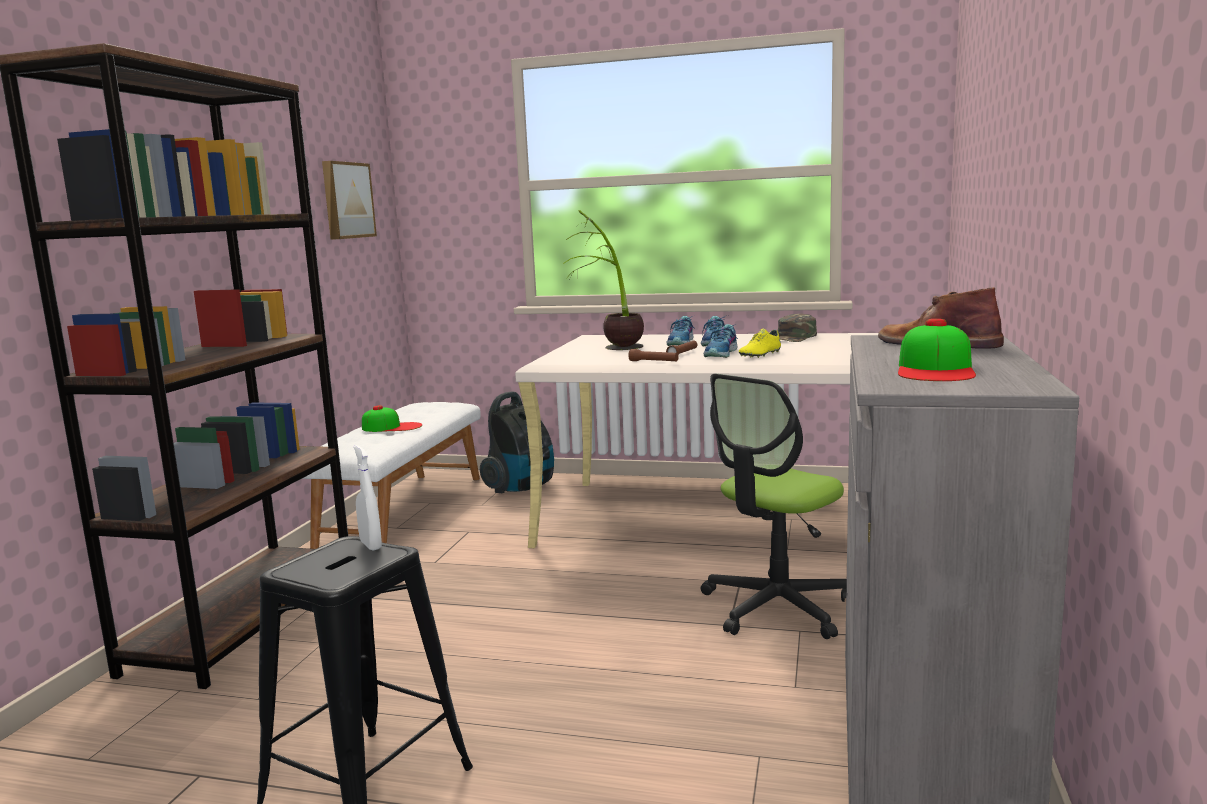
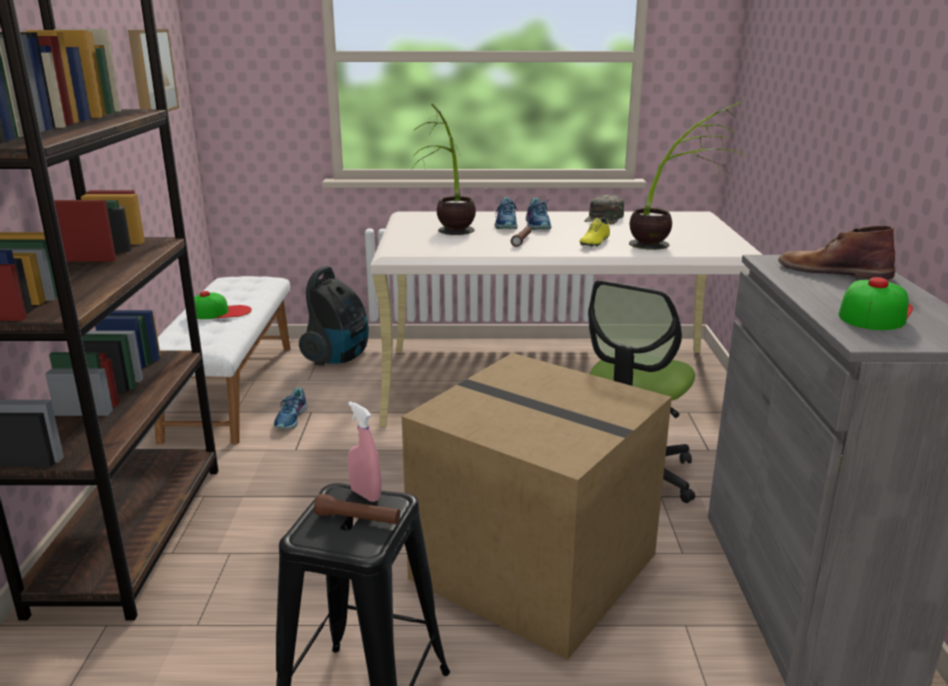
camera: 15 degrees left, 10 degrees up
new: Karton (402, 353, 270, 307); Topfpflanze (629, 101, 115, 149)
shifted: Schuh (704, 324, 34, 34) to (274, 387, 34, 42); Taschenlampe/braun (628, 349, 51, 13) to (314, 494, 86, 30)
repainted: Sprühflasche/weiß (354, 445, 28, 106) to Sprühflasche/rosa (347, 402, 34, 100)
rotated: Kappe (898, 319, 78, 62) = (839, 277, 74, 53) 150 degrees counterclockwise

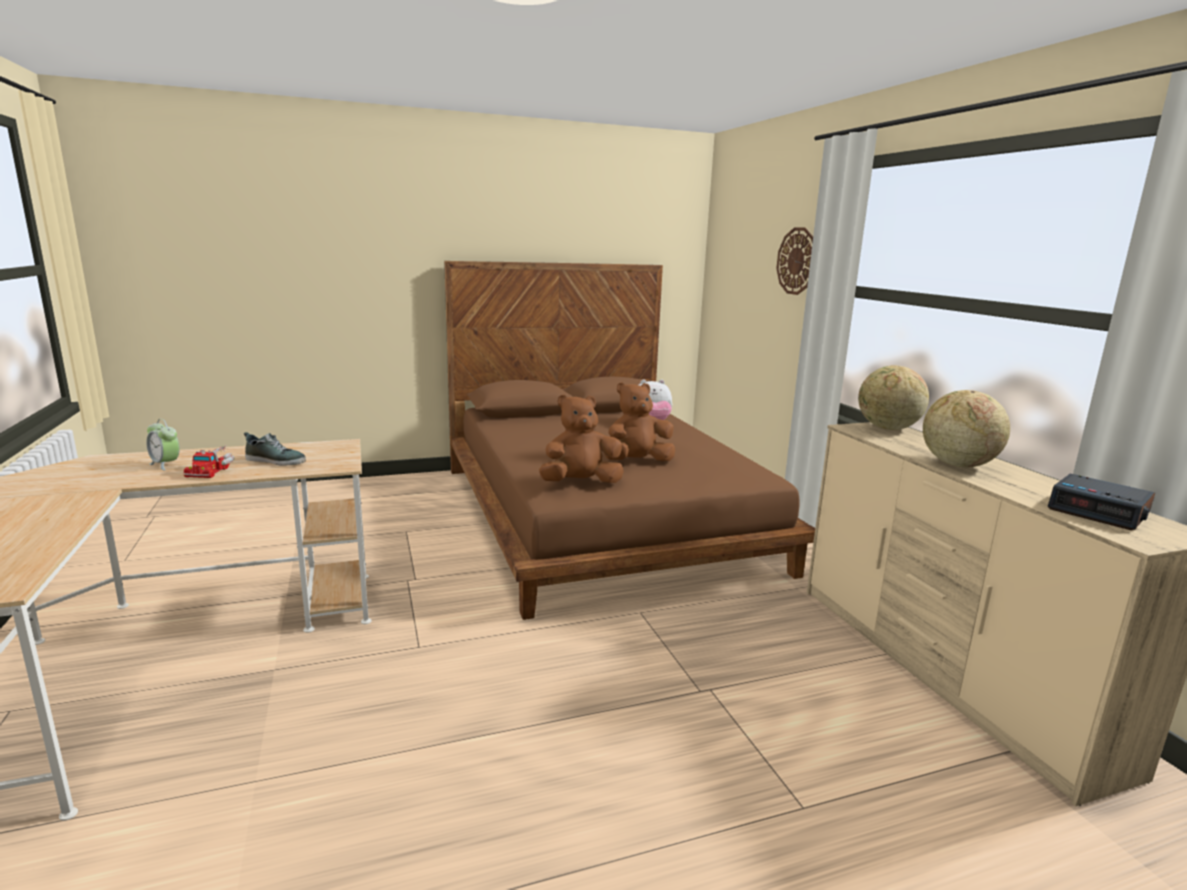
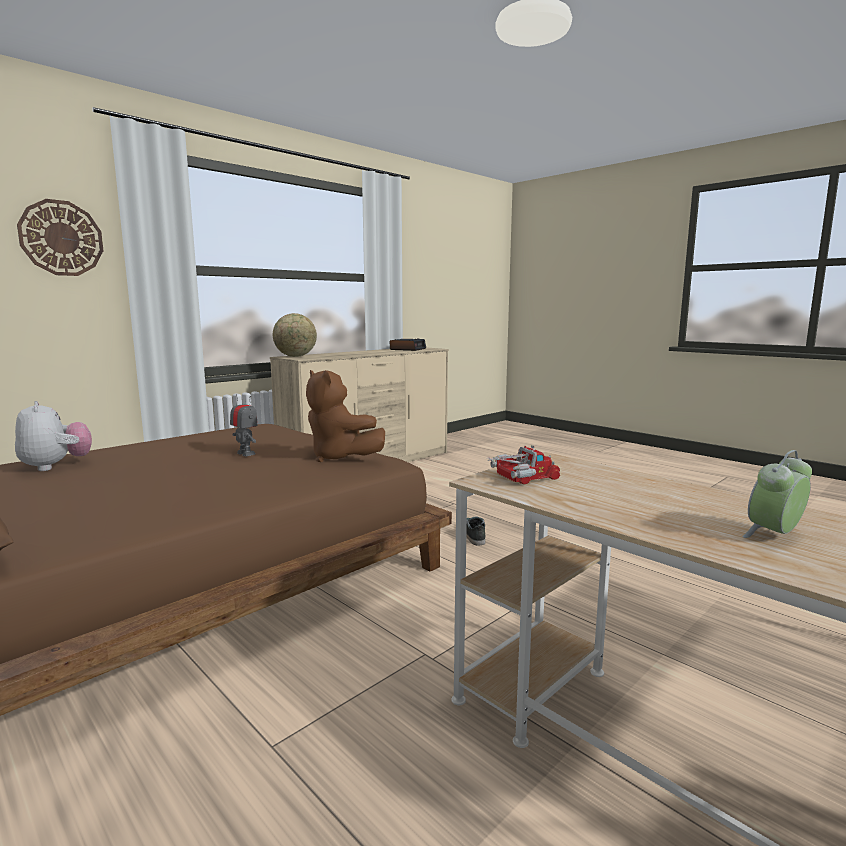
camera: 115 degrees left, 5 degrees down
gone: Globus (923, 390, 87, 78)
shifted: Schuh (244, 432, 62, 33) to (466, 516, 19, 29); Spielzeuglaster (184, 445, 51, 33) to (486, 445, 74, 39)
swapped: Plüschtier/braun (604, 382, 71, 79) to Spielzeugroboter (230, 394, 28, 62)
rotated: Wecker (146, 419, 34, 51) = (742, 450, 70, 88) 135 degrees counterclockwise

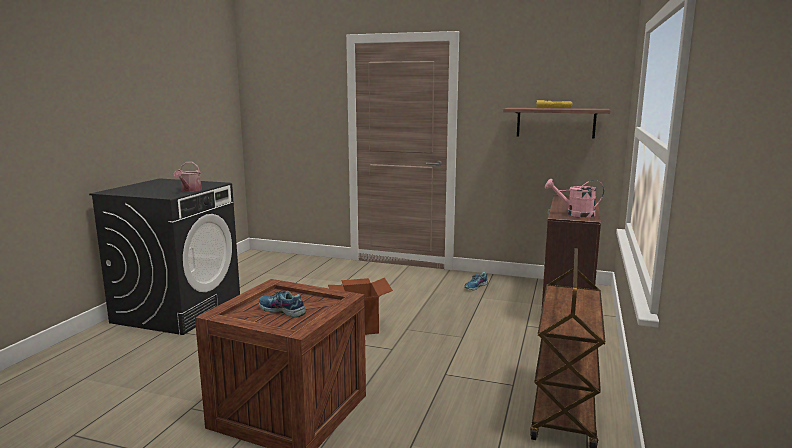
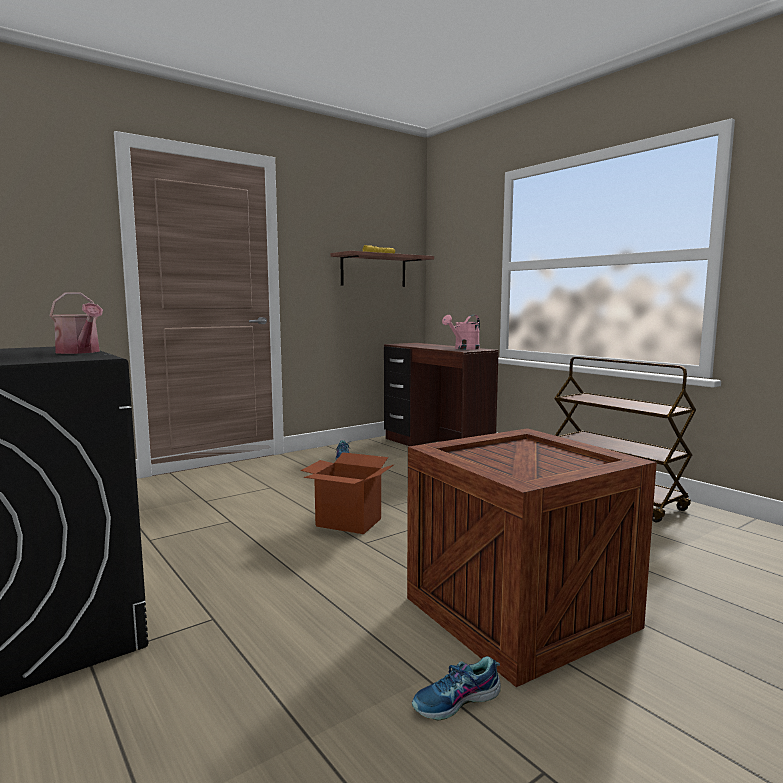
camera: 55 degrees left, 5 degrees down
shifted: Schuh (259, 291, 47, 27) to (412, 656, 89, 65)

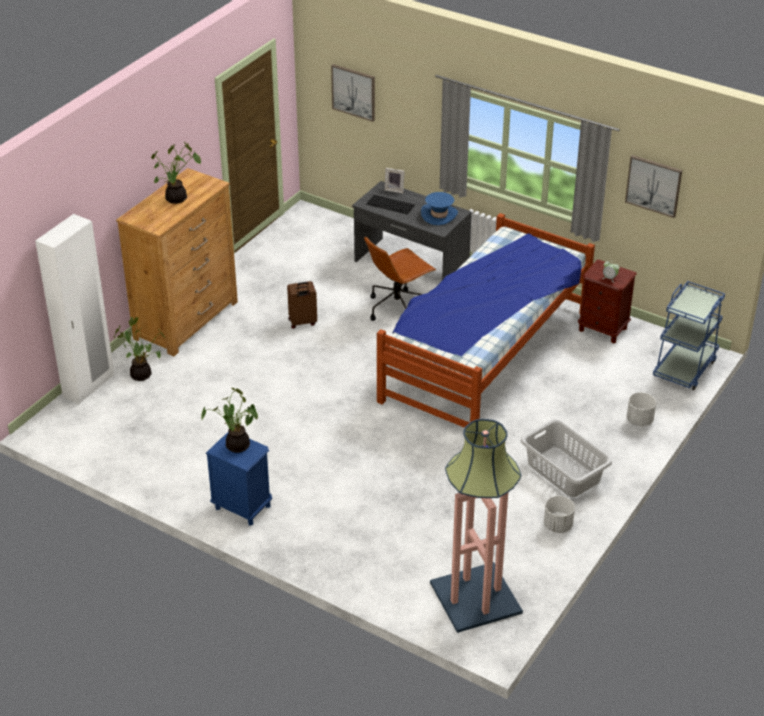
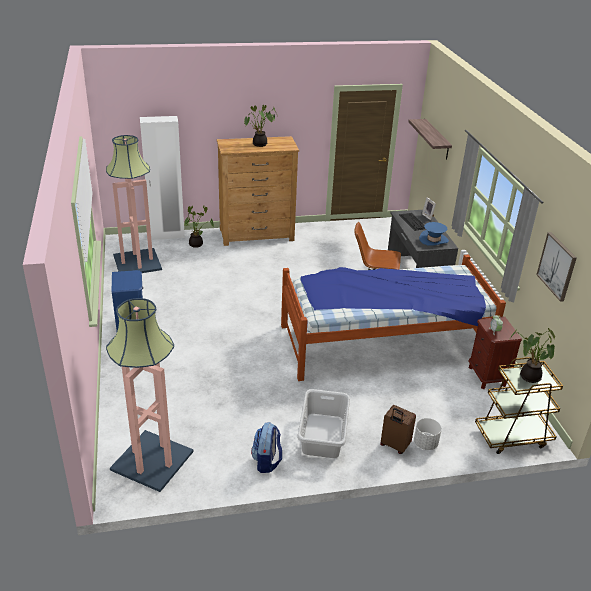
camera: 45 degrees right, 5 degrees down
new: Stehlampe (106, 135, 56, 138)
shifted: Koffer/braun (287, 281, 30, 48) to (380, 405, 36, 49); Topfpflanze (201, 388, 57, 65) to (510, 328, 45, 55)
swapped: Pflanzkübel/weiß (544, 496, 31, 37) to Rucksack (251, 422, 31, 51); Bild (331, 64, 44, 58) to Wandregal (408, 119, 44, 41)
repainted: Rollwagen/blau (653, 281, 72, 109) to Rollwagen/braun (475, 357, 88, 97)

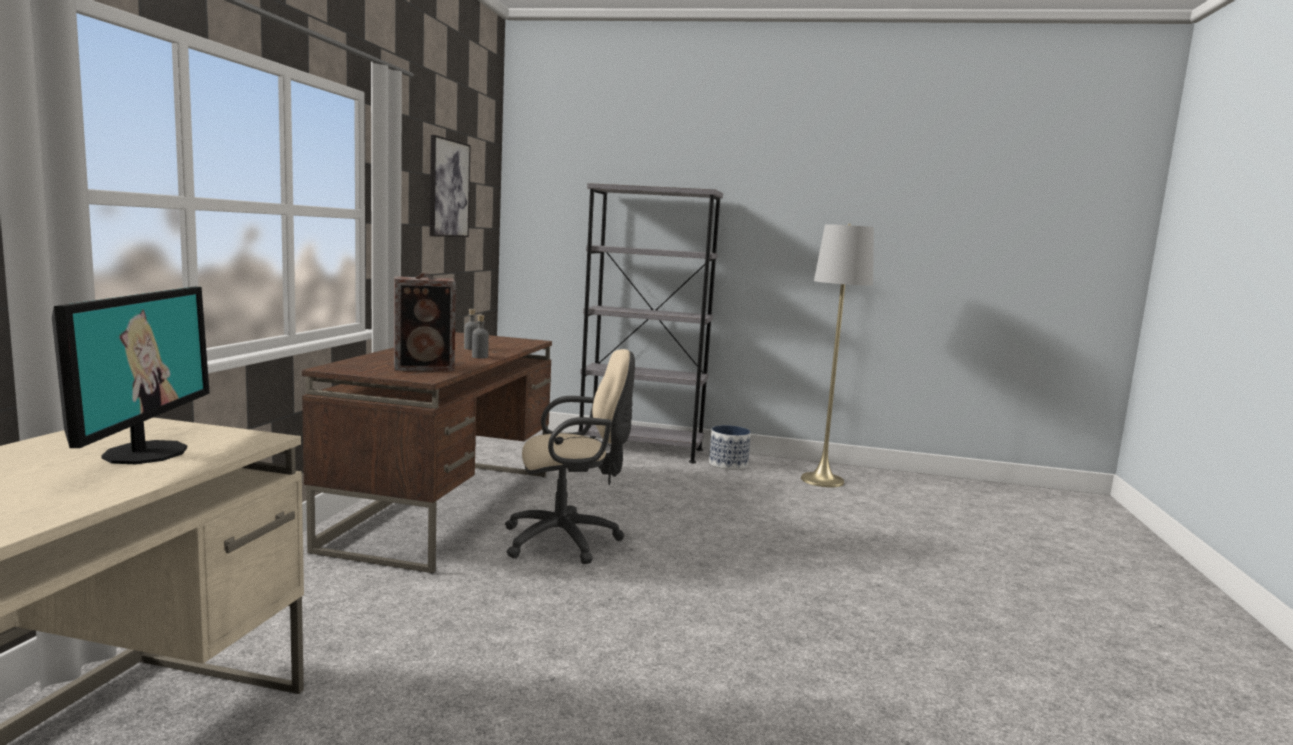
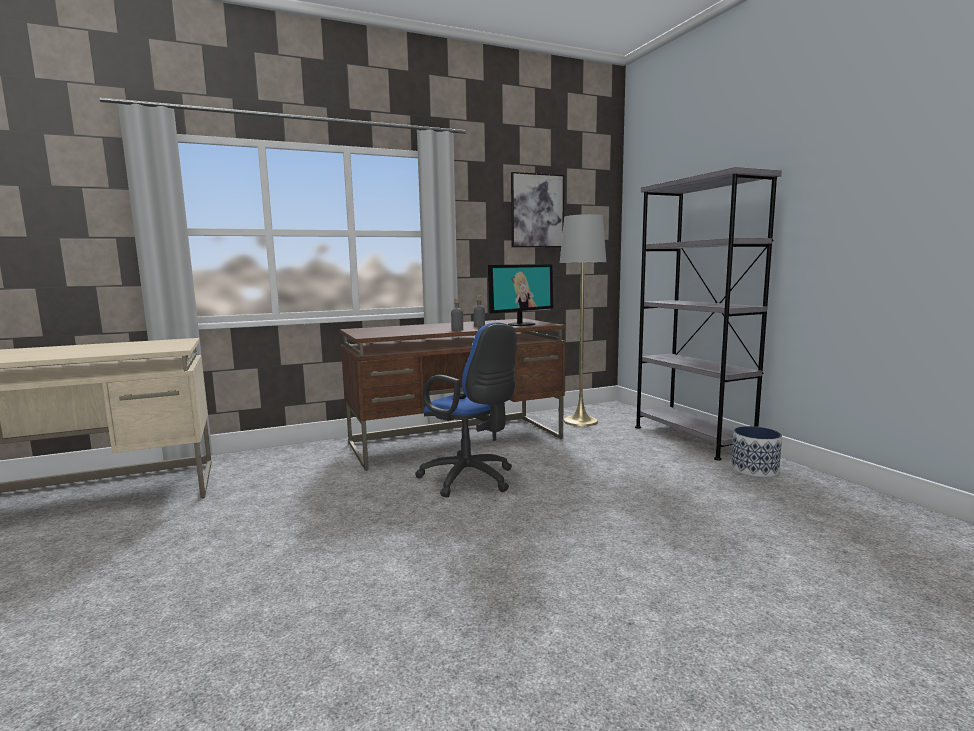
camera: 55 degrees right, 0 degrees up
gone: Lautsprecher (394, 273, 62, 98)
shifted: Monitor (52, 287, 158, 177) to (488, 264, 65, 62); Stehlampe/grau (801, 224, 73, 263) to (560, 214, 46, 212)
repainted: Bürostuhl/beige (505, 349, 130, 215) to Bürostuhl/blau (415, 322, 102, 175)

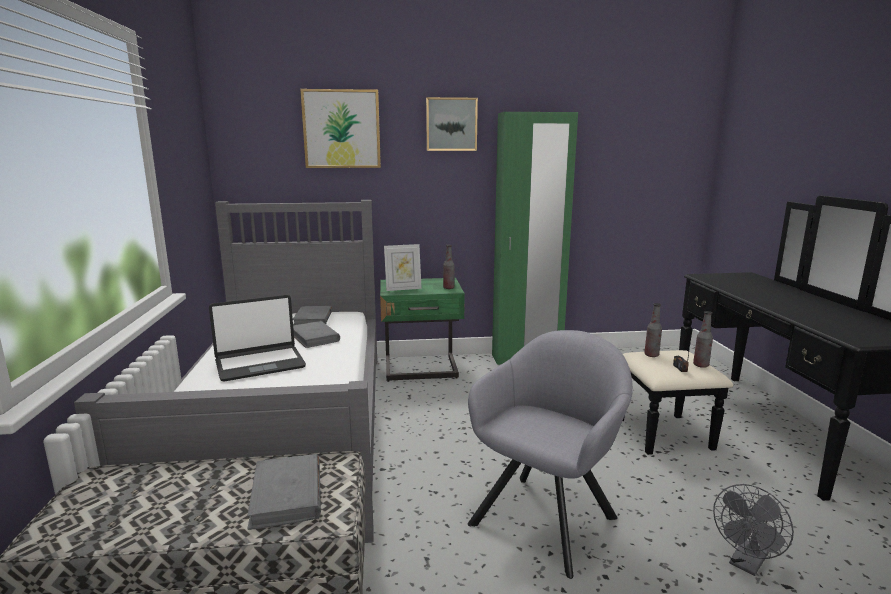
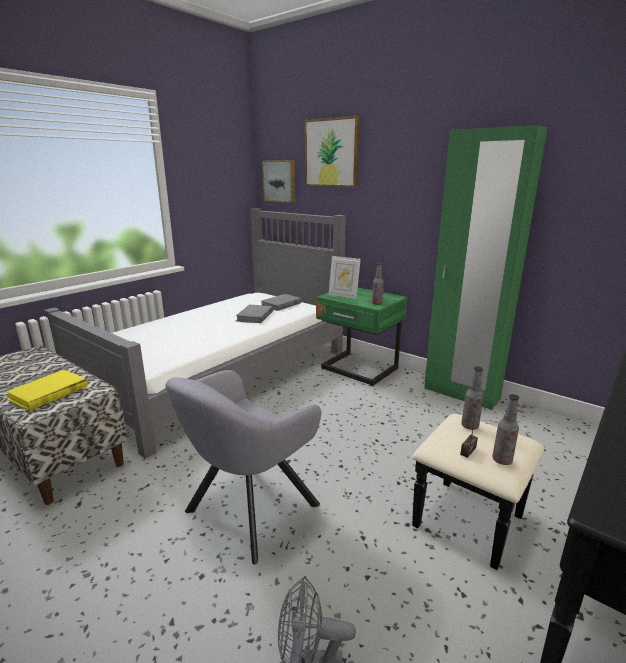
camera: 45 degrees right, 5 degrees up
gone: Laptop (209, 295, 97, 87)
shifted: Bild (426, 97, 52, 54) to (262, 160, 33, 43)
repainted: Buch/grau (247, 454, 74, 76) to Buch/gelb (6, 370, 81, 41)
rotated: Sessel/grau (468, 330, 165, 249) = (165, 370, 156, 194) 135 degrees clockwise

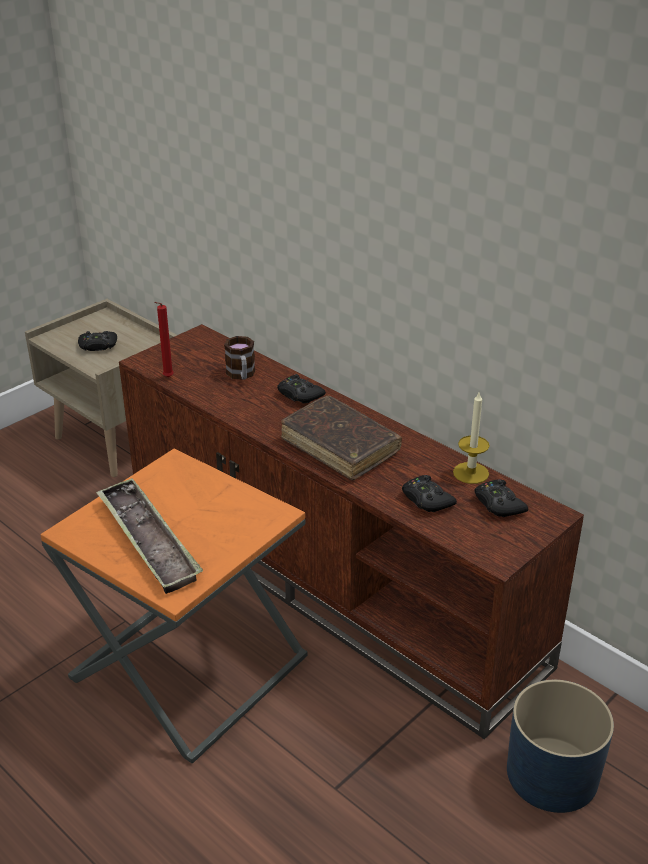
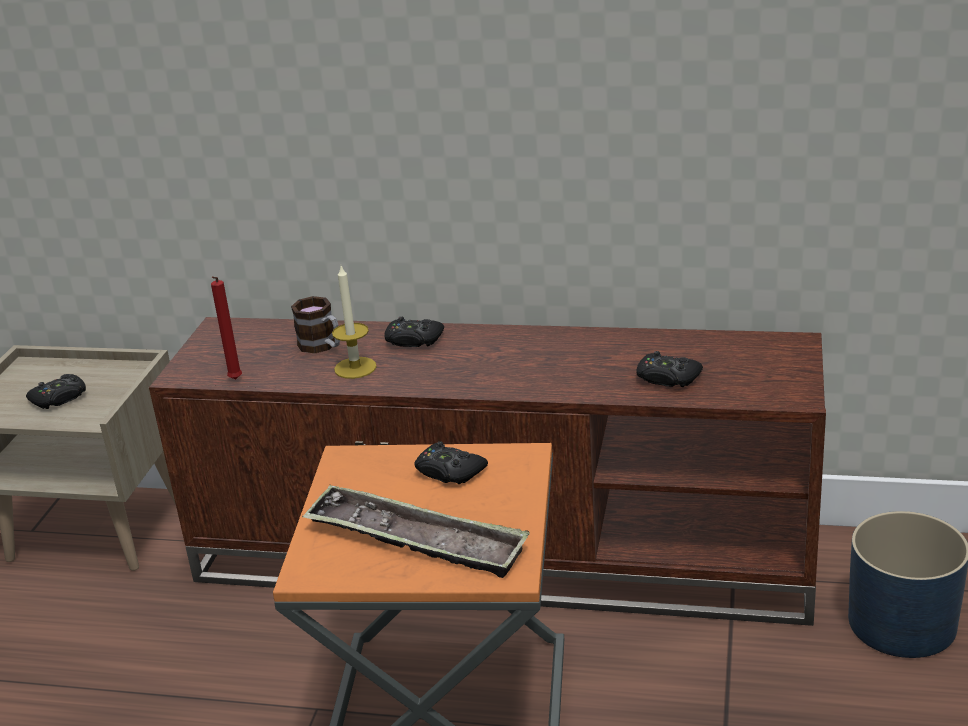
camera: 30 degrees left, 5 degrees down
gone: Buch/braun (281, 396, 121, 84)
shifted: Kerze (453, 392, 37, 92) to (332, 266, 45, 113); Gamepad/schwarz (474, 479, 54, 38) to (415, 441, 73, 43)

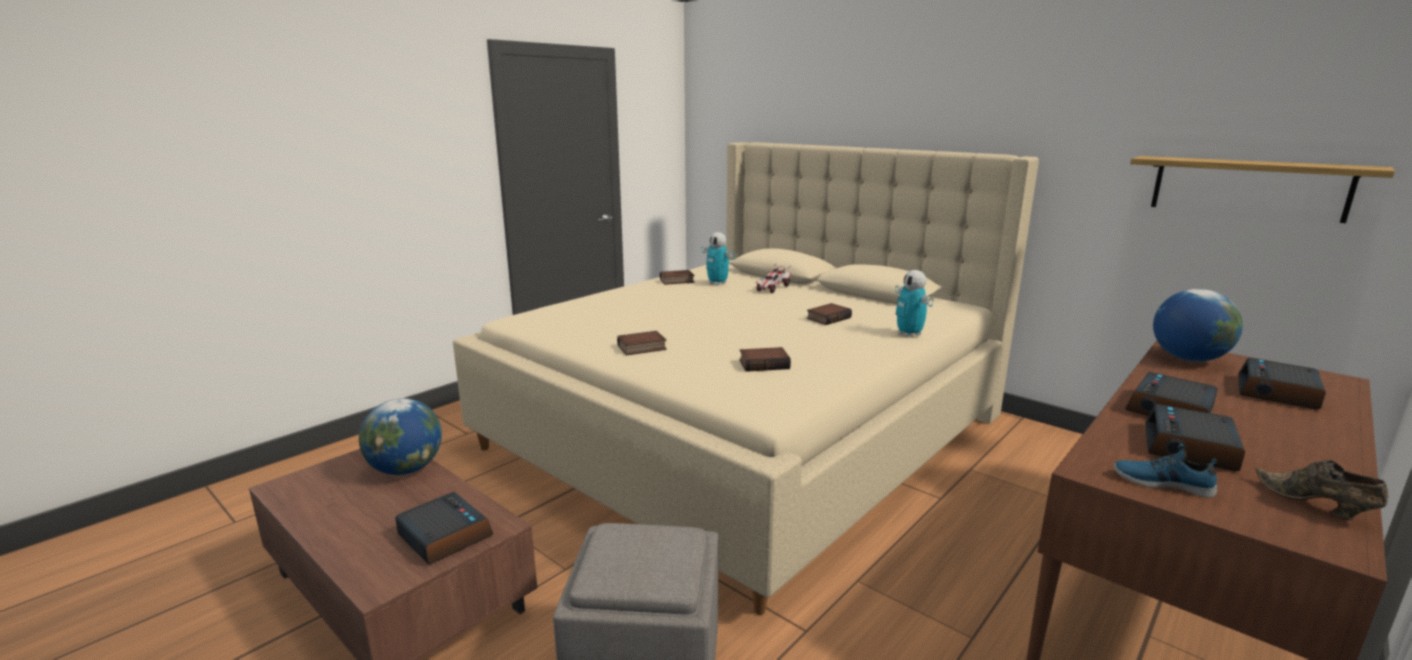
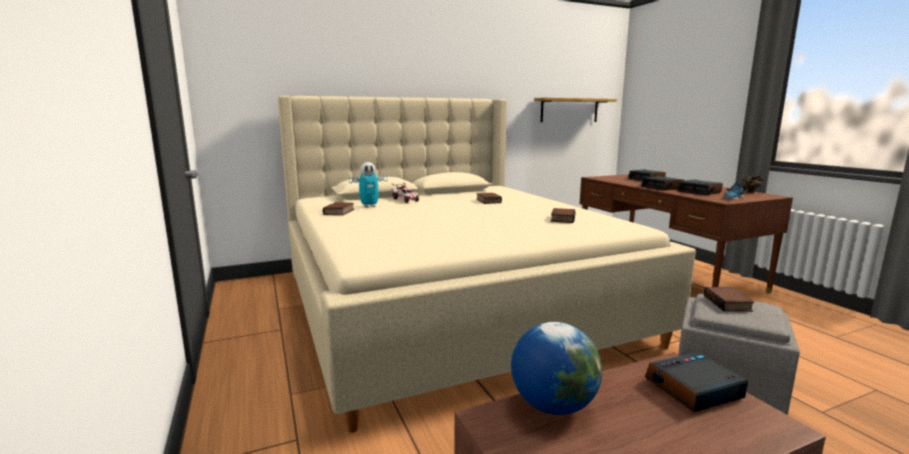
camera: 65 degrees left, 5 degrees down
gone: Spielzeugroboter (896, 270, 37, 68); Globus (1153, 289, 90, 73)
shifted: Buch (617, 331, 50, 24) to (703, 287, 51, 25)

